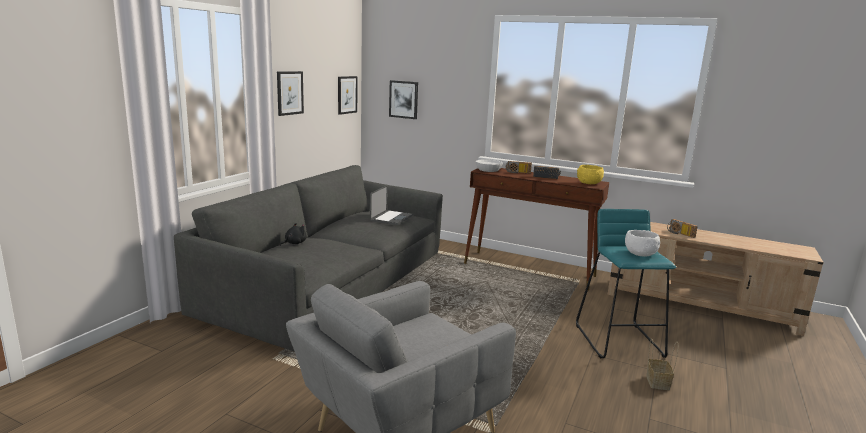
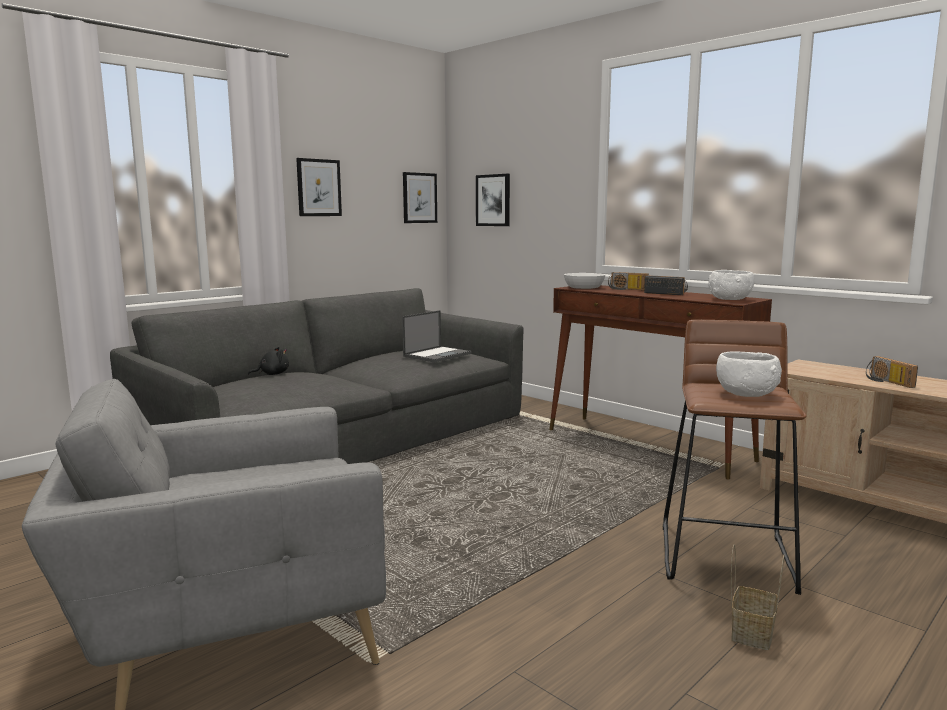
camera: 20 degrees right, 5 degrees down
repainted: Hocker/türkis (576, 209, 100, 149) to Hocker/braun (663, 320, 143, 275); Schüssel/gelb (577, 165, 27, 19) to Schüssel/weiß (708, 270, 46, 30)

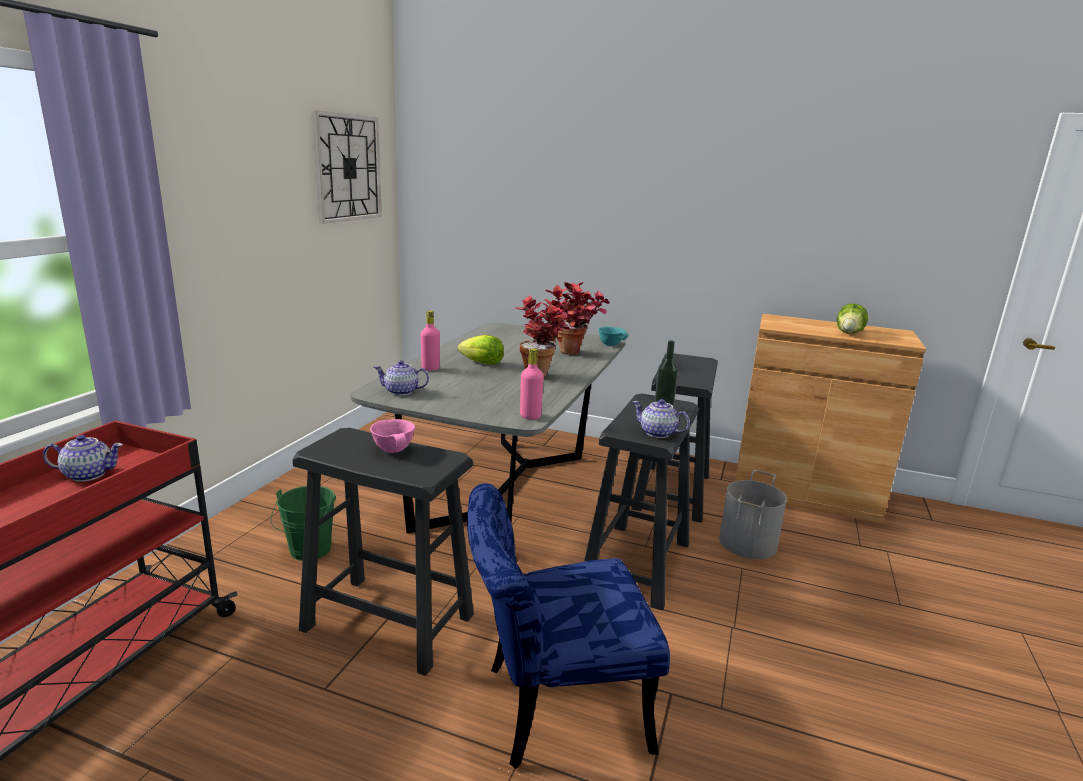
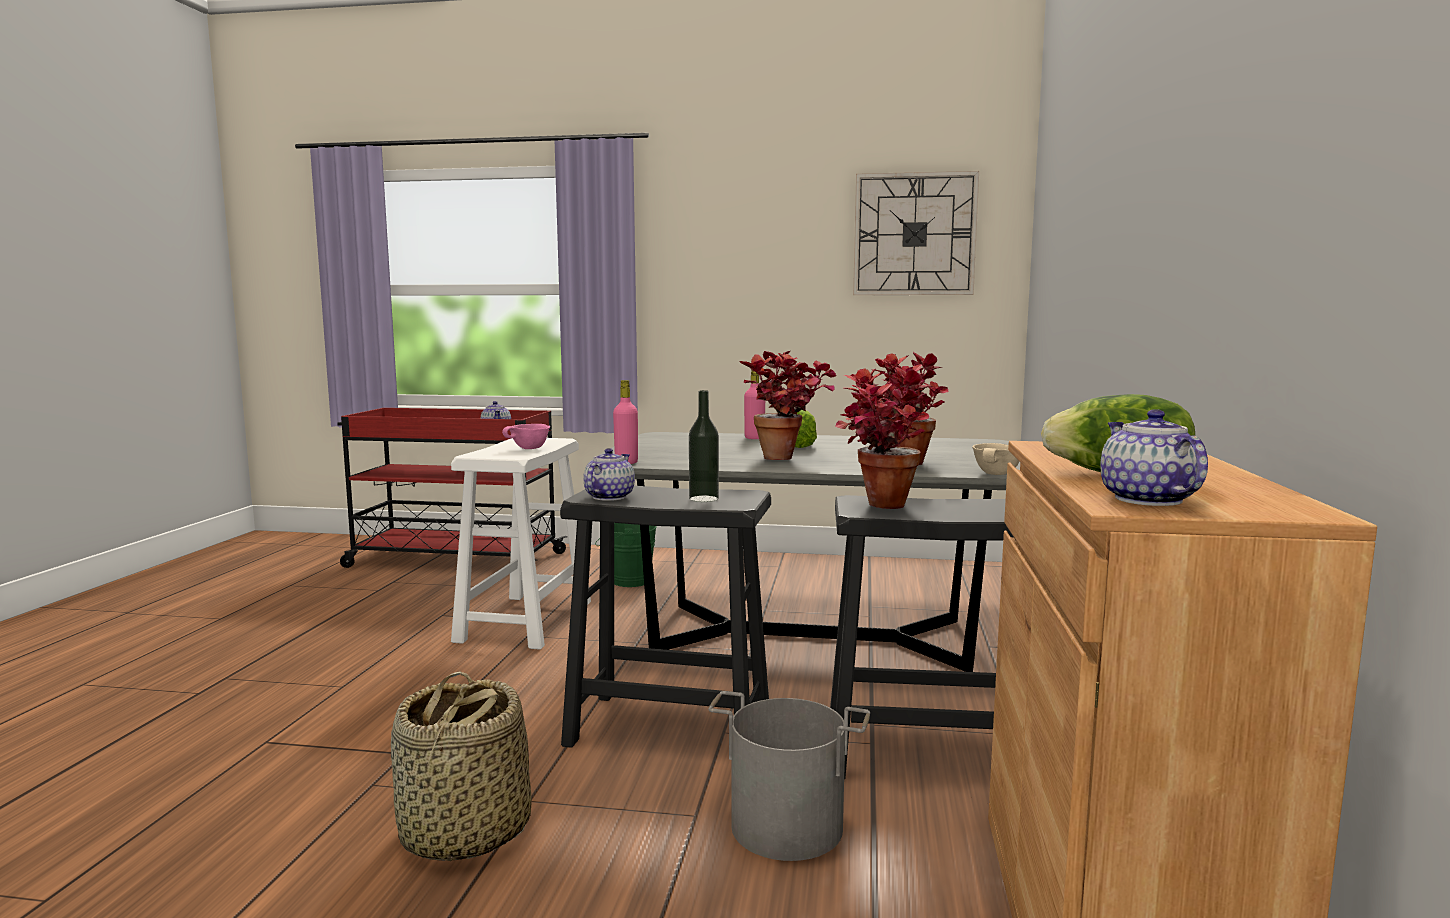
camera: 80 degrees right, 10 degrees down
gone: Stuhl/blau (467, 483, 203, 286)
new: Korb (391, 671, 140, 190); Topfpflanze (835, 366, 98, 143)
shifted: Teekanne (374, 360, 55, 36) to (1100, 409, 108, 97)
repainted: Hocker/schwarz (292, 428, 182, 248) to Hocker/weiß (451, 438, 140, 212); Schüssel/türkis (598, 327, 30, 19) to Schüssel/beige (972, 443, 48, 32)

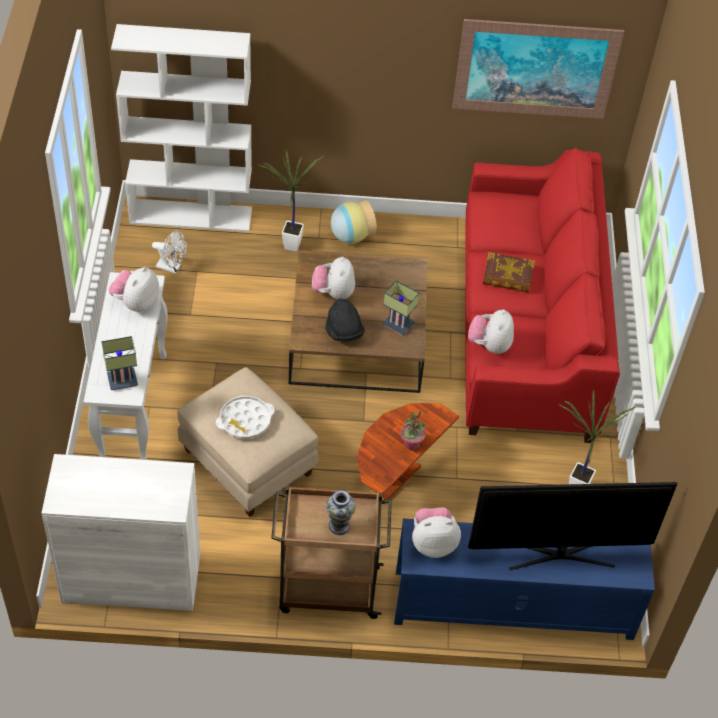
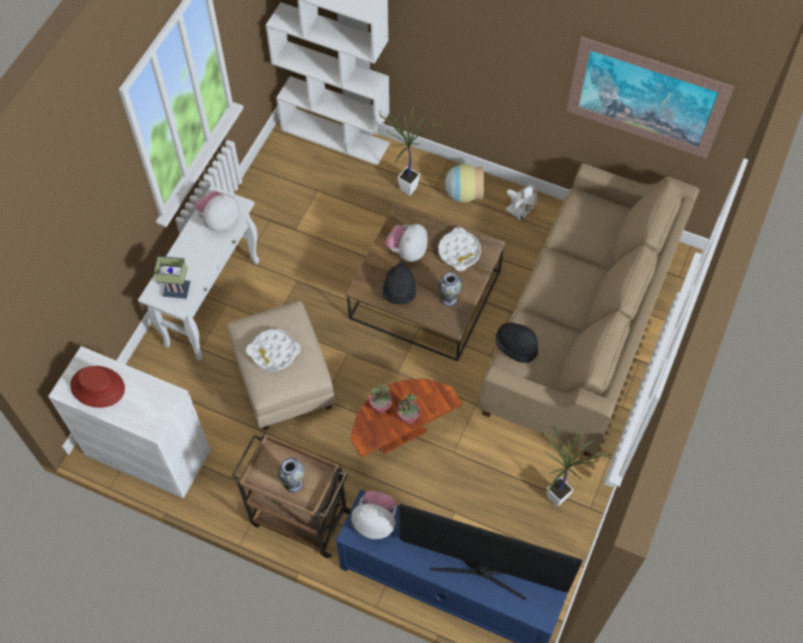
camera: 25 degrees right, 10 degrees up
gone: Buch (483, 252, 52, 41)
new: Hut/rot (70, 366, 55, 42); Topfpflanze (369, 385, 23, 29); Tablett/weiß (438, 227, 43, 44)
shifted: Ventilator/weiß (152, 230, 35, 44) to (506, 185, 31, 36)
swapped: Tischlampe (383, 281, 36, 54) to Vase (438, 272, 24, 34); Plüschtier (468, 309, 46, 45) to Hut/schwarz (496, 322, 42, 41)
repainted: Sofa/rot (465, 148, 155, 295) to Sofa/beige (478, 164, 221, 293)

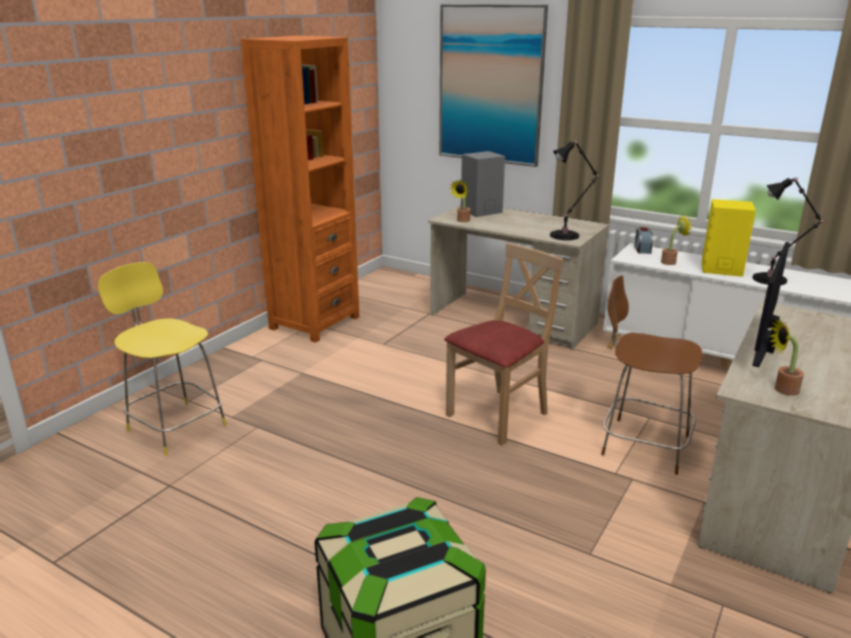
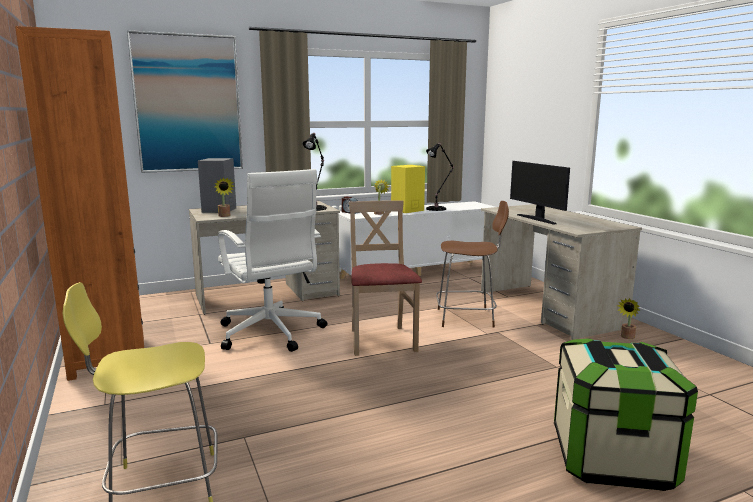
camera: 55 degrees left, 10 degrees down
new: Bürostuhl/weiß (218, 169, 109, 183)
shifted: Topfpflanze (770, 318, 34, 78) to (617, 298, 23, 41)
rotated: Stuhl/braun (601, 275, 101, 200) = (436, 201, 73, 127) 150 degrees counterclockwise

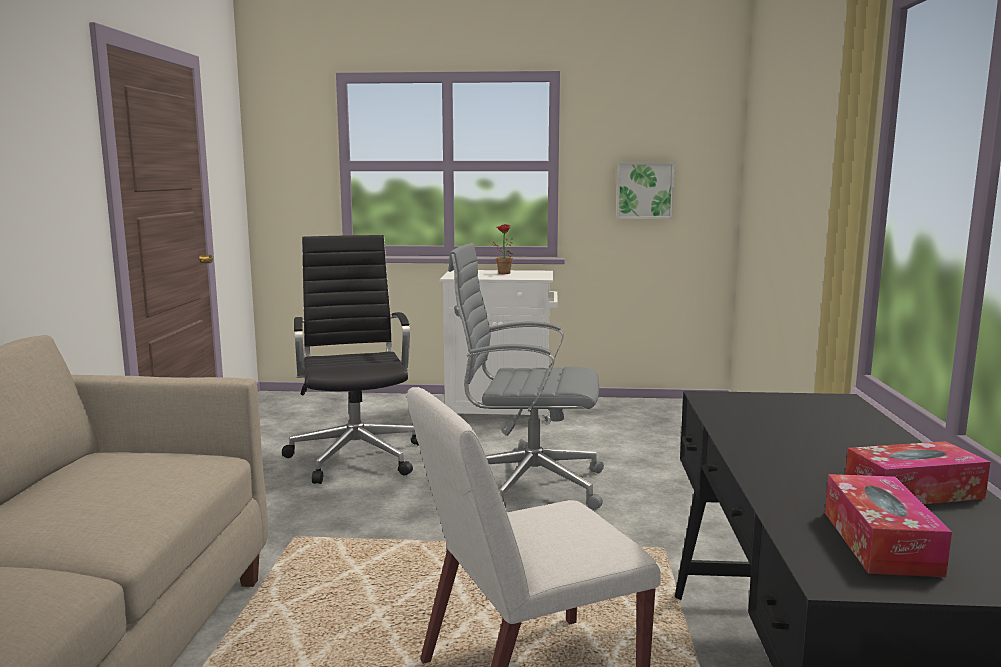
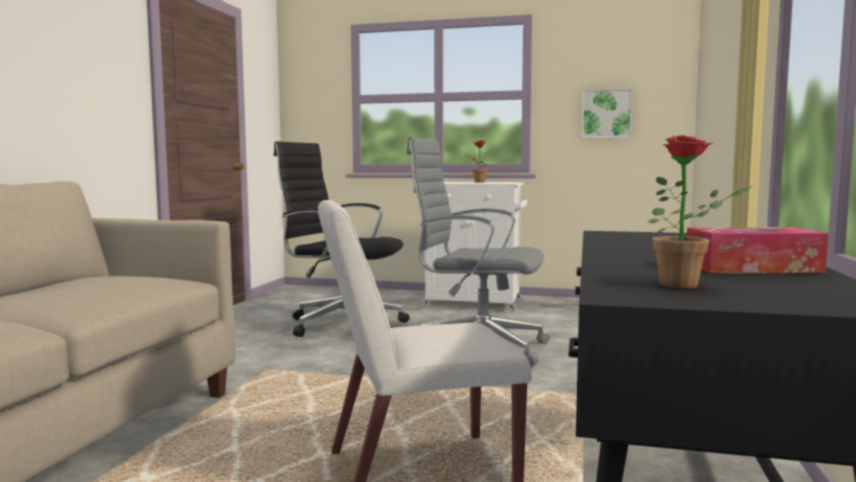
camera: 10 degrees right, 5 degrees down
swapped: Taschentuchbox (825, 474, 127, 103) to Topfpflanze (648, 135, 104, 154)
rotated: Bürostuhl/schwarz (282, 235, 137, 249) = (274, 141, 135, 196) 60 degrees counterclockwise

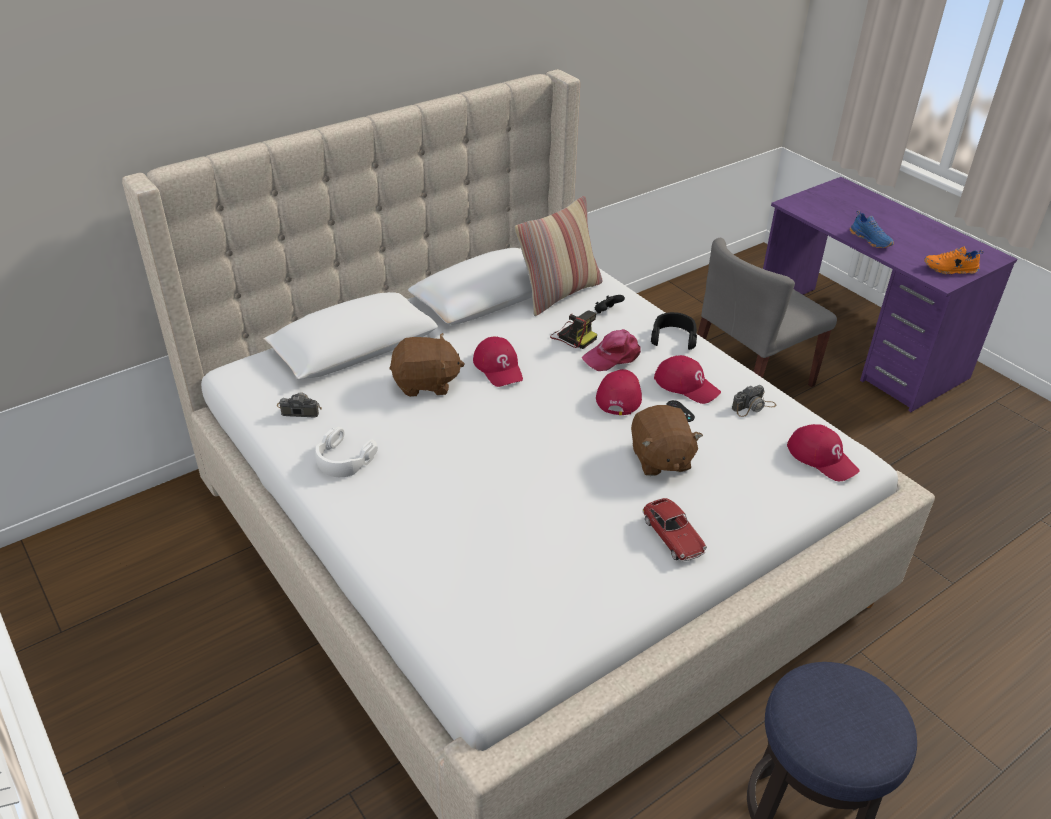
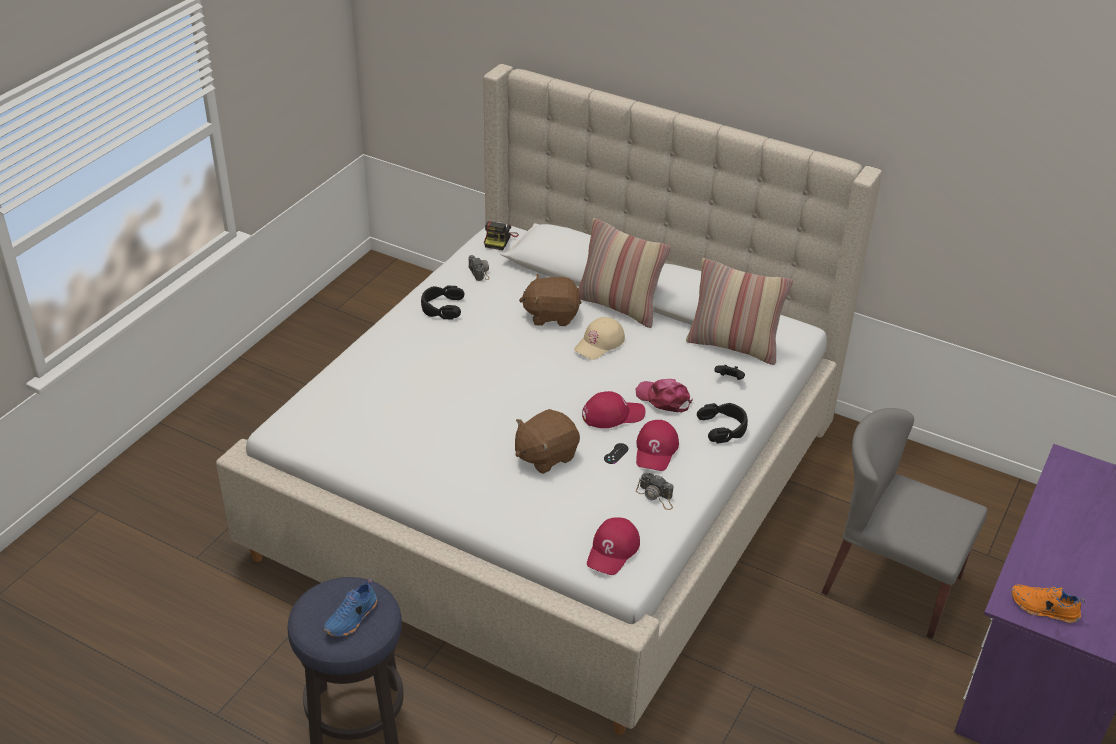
camera: 65 degrees right, 0 degrees up
gone: Spielzeugauto (642, 498, 65, 64)
new: Kissen (578, 218, 93, 110)
shifted: Schuh/blau (850, 210, 44, 38) to (323, 579, 54, 58); Kamera (550, 310, 47, 39) to (484, 221, 35, 29)
repainted: Kopfhörer/weiß (315, 427, 63, 50) to Kopfhörer/schwarz (421, 285, 43, 35); Kappe/rot (473, 337, 50, 50) to Kappe/beige (574, 317, 51, 43)
rotated: Plüschtier/braun (389, 333, 76, 64) = (519, 274, 63, 52) 120 degrees clockwise; Schuh/orange (924, 247, 60, 27) = (1011, 584, 74, 39) 45 degrees counterclockwise

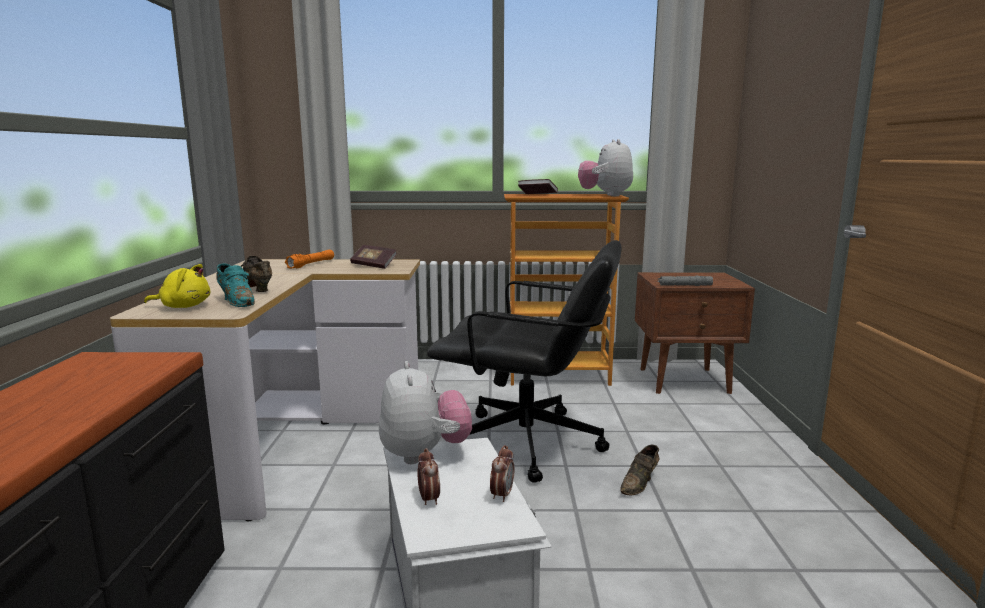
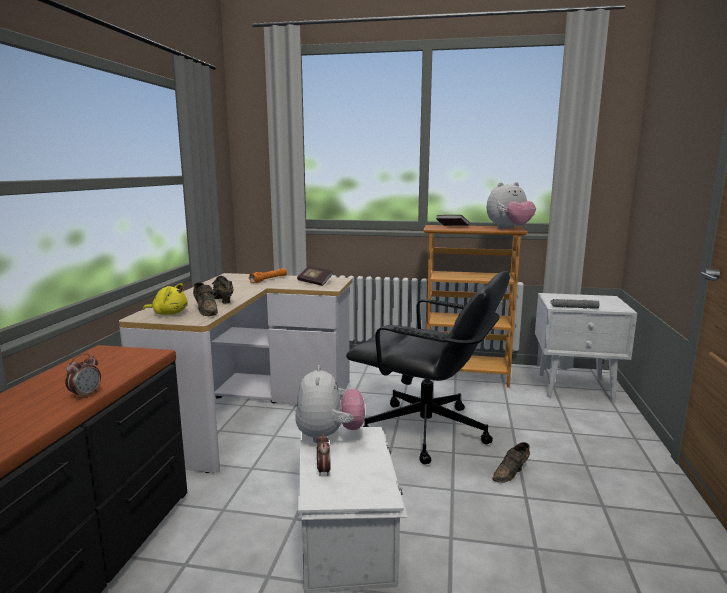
camera: 10 degrees right, 0 degrees up
shifted: Wecker (490, 445, 24, 57) to (65, 353, 36, 47)
repainted: Schuh/türkis (216, 263, 39, 44) to Schuh/braun (193, 282, 25, 34); Nachttisch/braun (635, 272, 120, 122) to Nachttisch/weiß (535, 293, 102, 109)
rotated: Plüschtier (578, 139, 55, 57) = (487, 182, 49, 47) 120 degrees counterclockwise

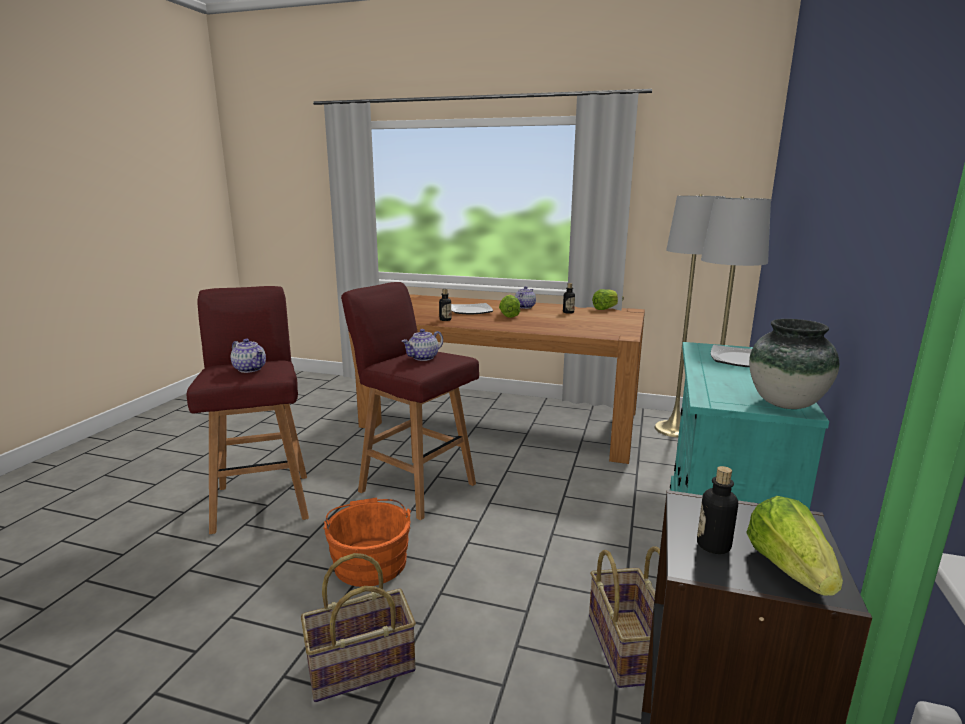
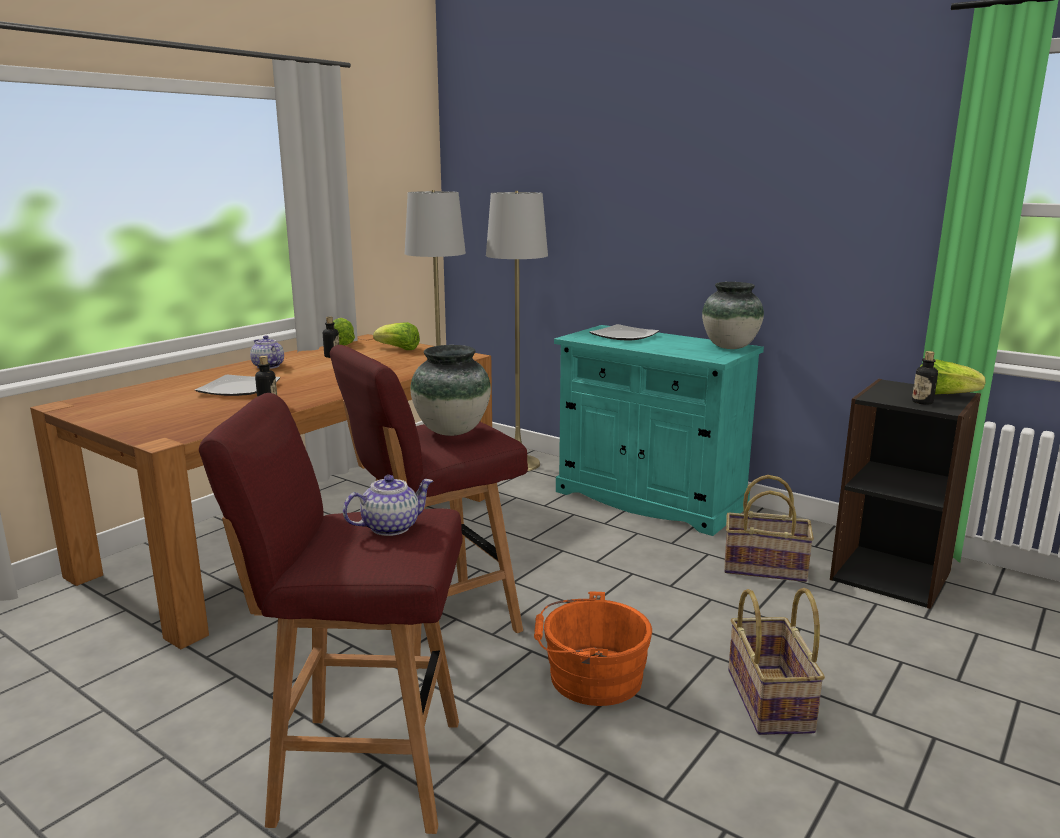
camera: 70 degrees left, 0 degrees up
shifted: Salatkopf (499, 295, 21, 23) to (373, 322, 47, 28)
swapped: Teekanne (402, 329, 41, 32) to Vase (410, 345, 81, 91)

